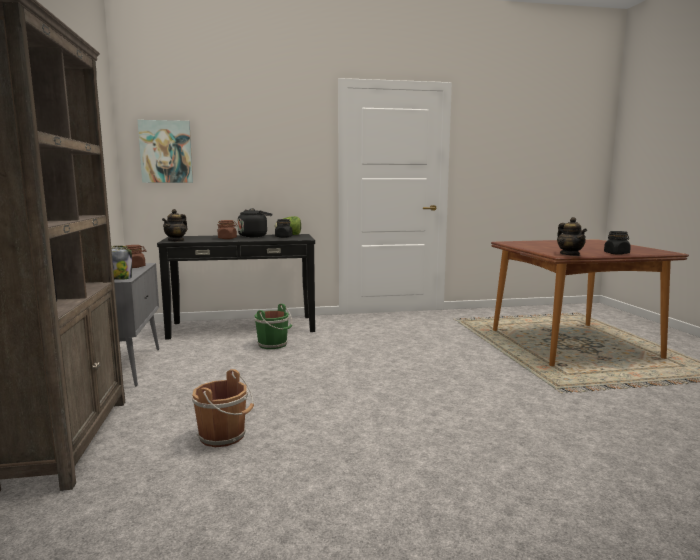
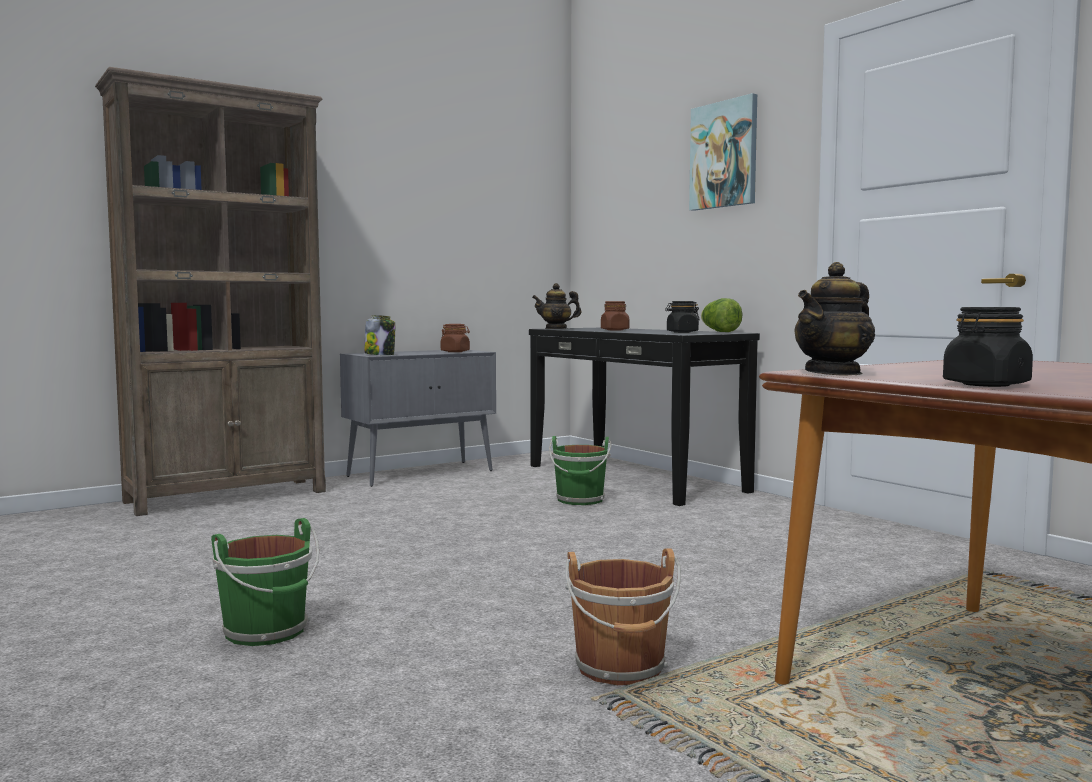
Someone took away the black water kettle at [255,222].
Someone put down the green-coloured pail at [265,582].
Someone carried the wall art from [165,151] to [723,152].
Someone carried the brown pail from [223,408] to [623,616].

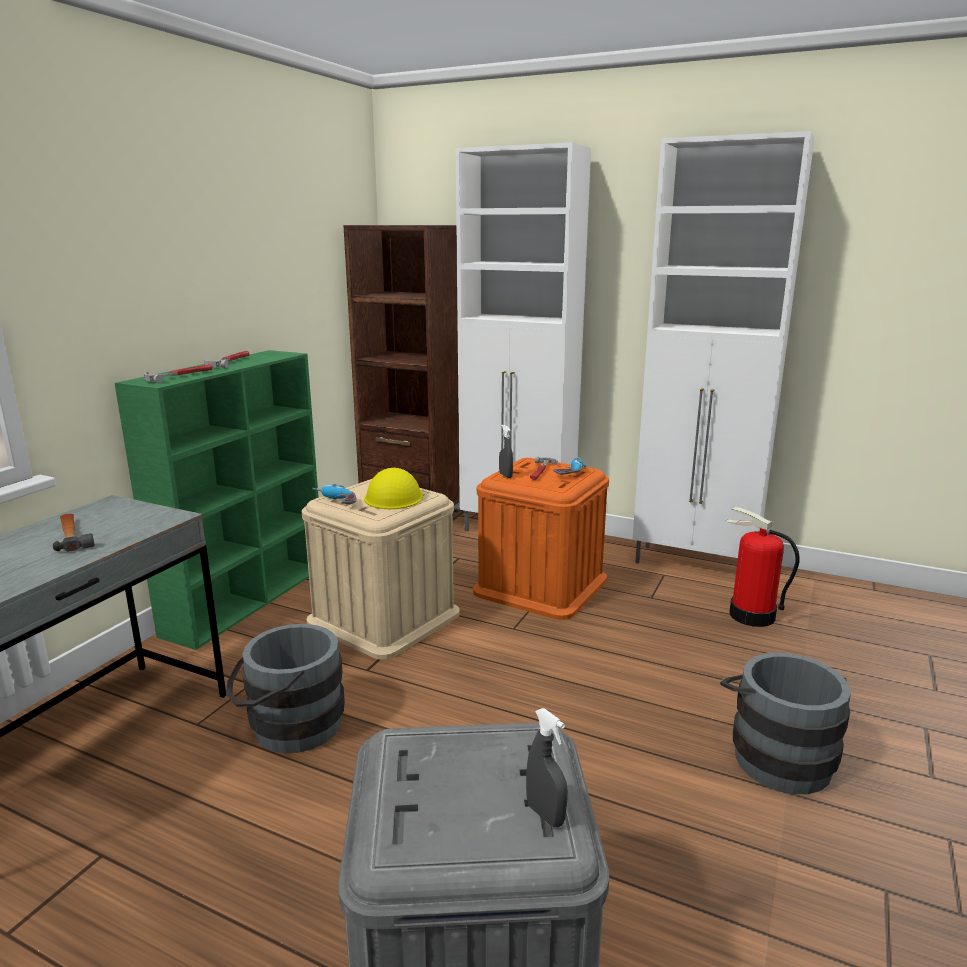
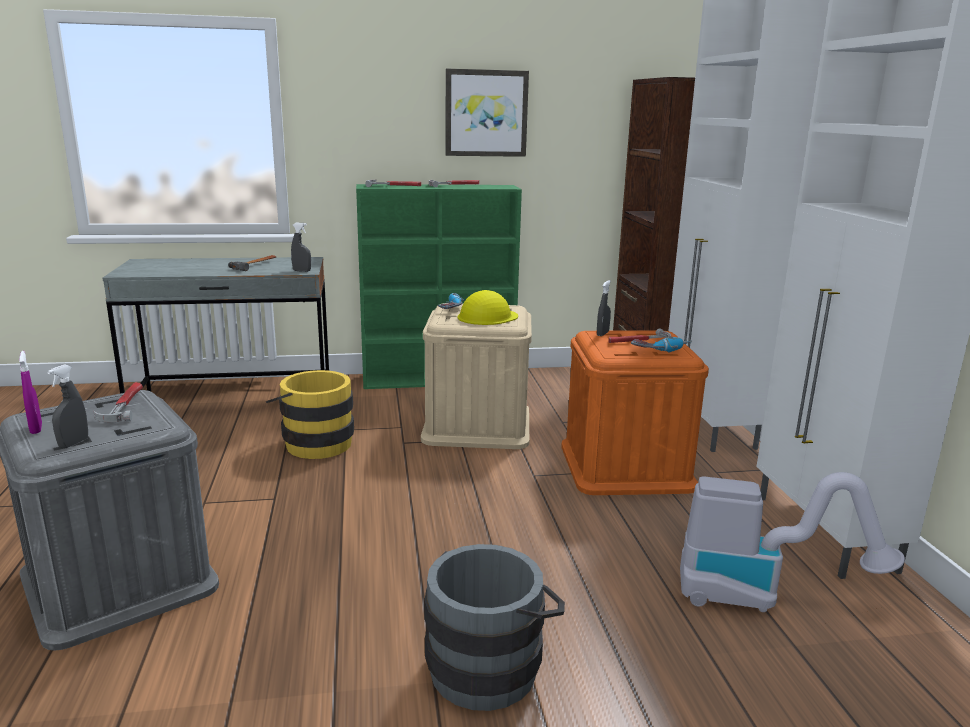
Someone put down the purple hand sprayer at [30,392].
Someone put down the hammer at [118,402].
Someone put down the gray hand sprayer at [301,247].
Someone put up the wall art at [487,113].
Someone swapped the fire extinguisher at [763,567] for the hoover at [792,542].
Someone repainted the gray pail at [285,688], which became the yellowish pail at [310,414].

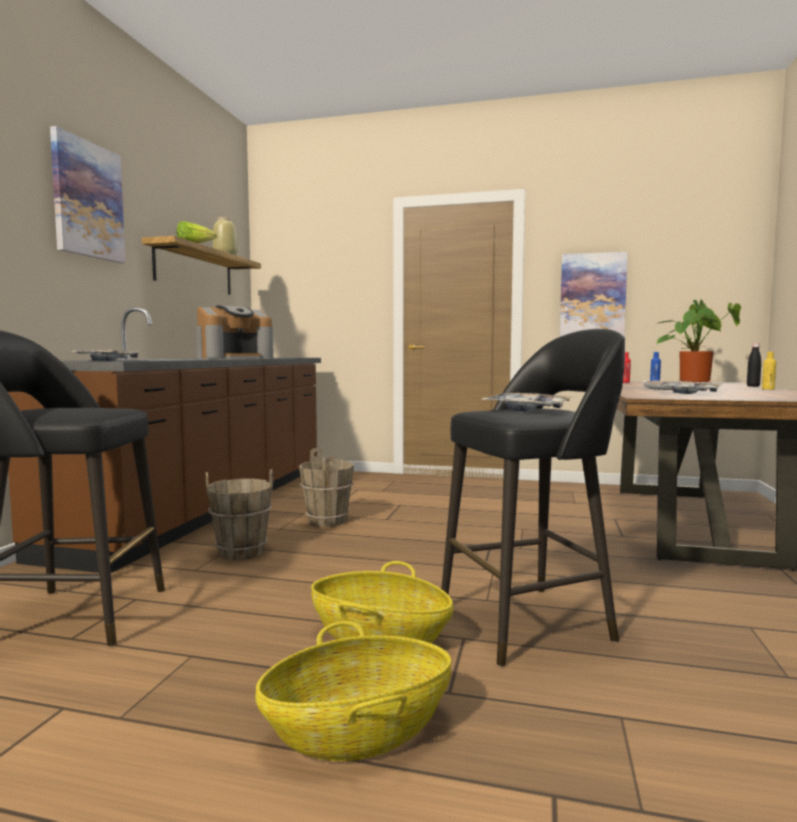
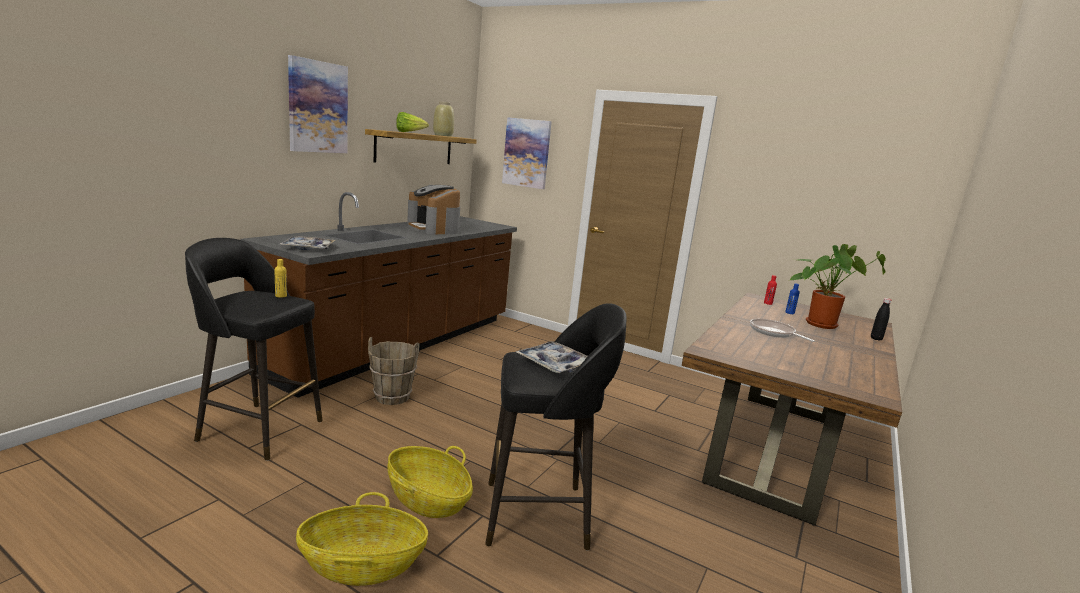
Someone took away the brown pail at [326,487].
Someone took away the serving tray at [688,388].
Someone carried the wall art from [594,294] to [527,153].
Someone carried the yellowish bottle from [769,371] to [281,278].
Someone rotated the coffee machine at [235,332] by 75 degrees clockwise.

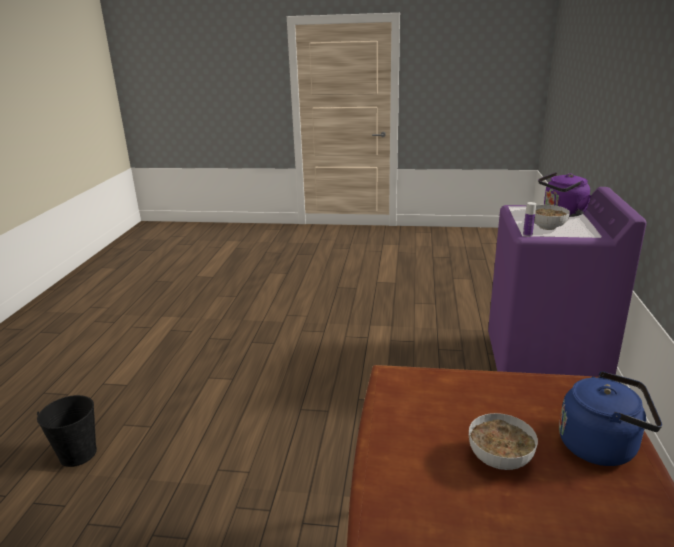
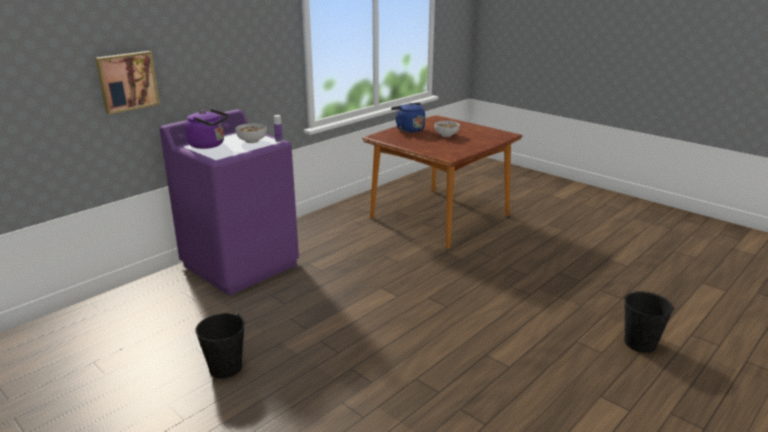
Someone put up the wall art at [127,82].
Someone put down the black pail at [220,345].

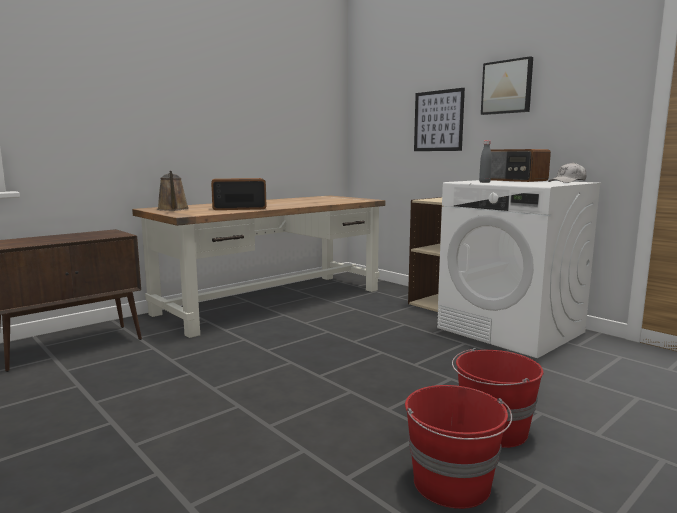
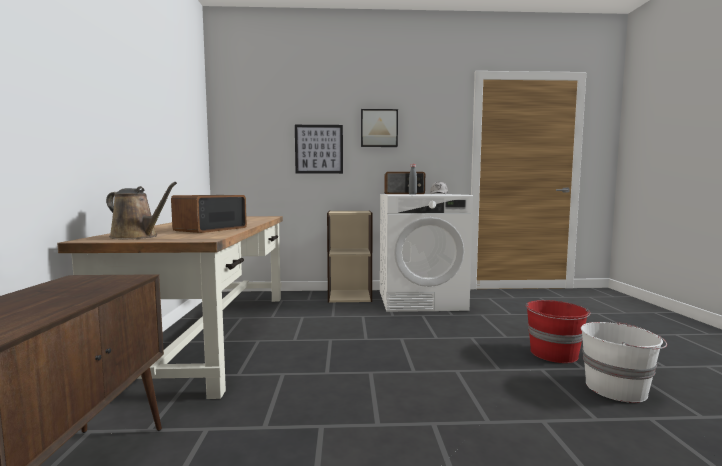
Someone repainted the red pail at [458,447], which became the white-coloured pail at [624,362].

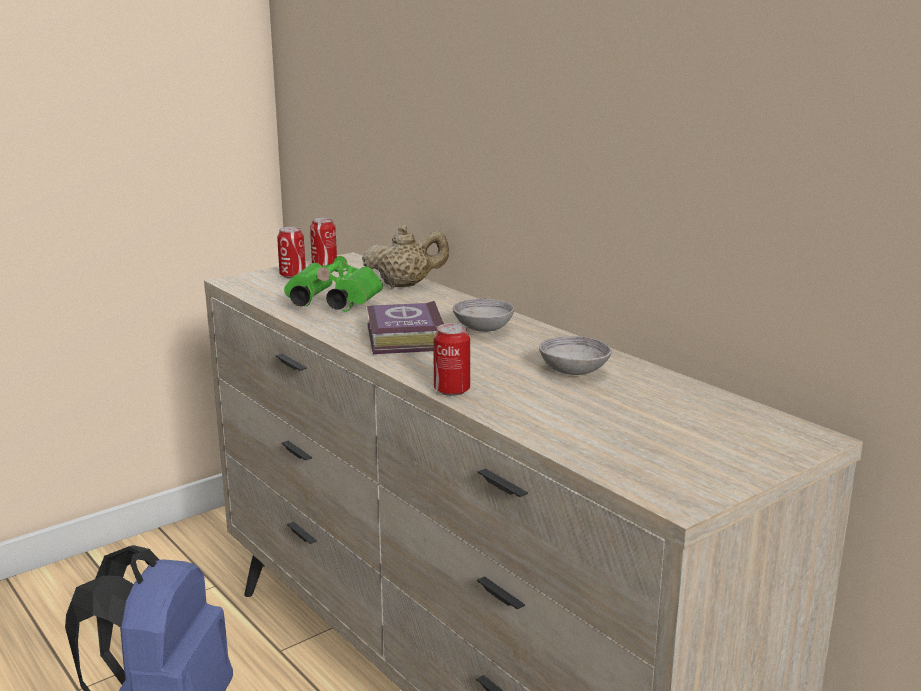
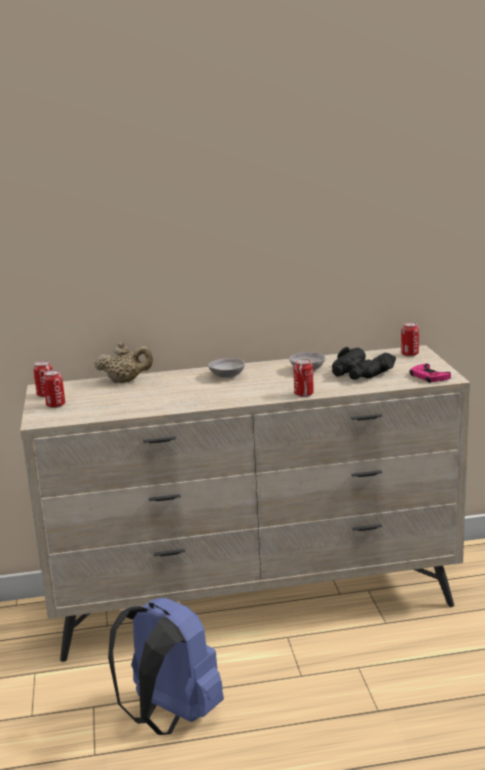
Someone took away the green-coloured binoculars at [333,284].
Someone took away the volume at [405,327].
Someone put down the black binoculars at [364,363].
Someone put down the sealed can at [410,339].
Someone put down the pink gamepad at [430,373].
Someone rotated the sand-coloured pot for tea at [405,256] by 75 degrees clockwise.

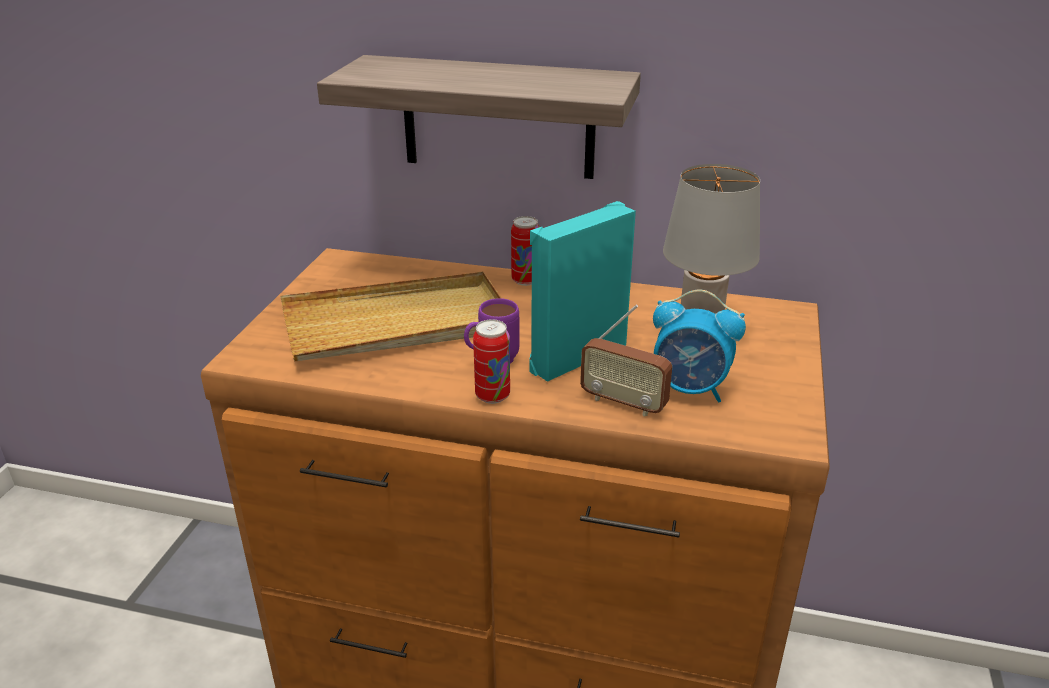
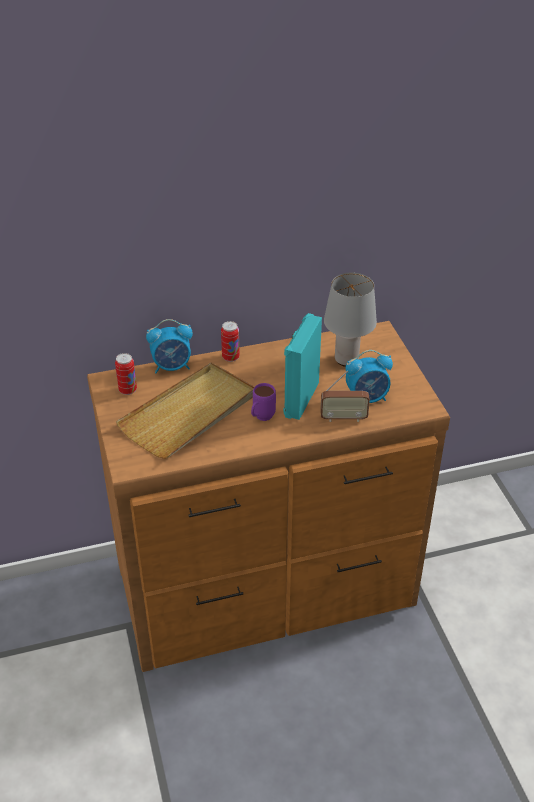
Someone took away the wall shelf at [479,117].
Someone put down the table clock at [169,346].
Someone carried the sealed can from [491,361] to [126,374].

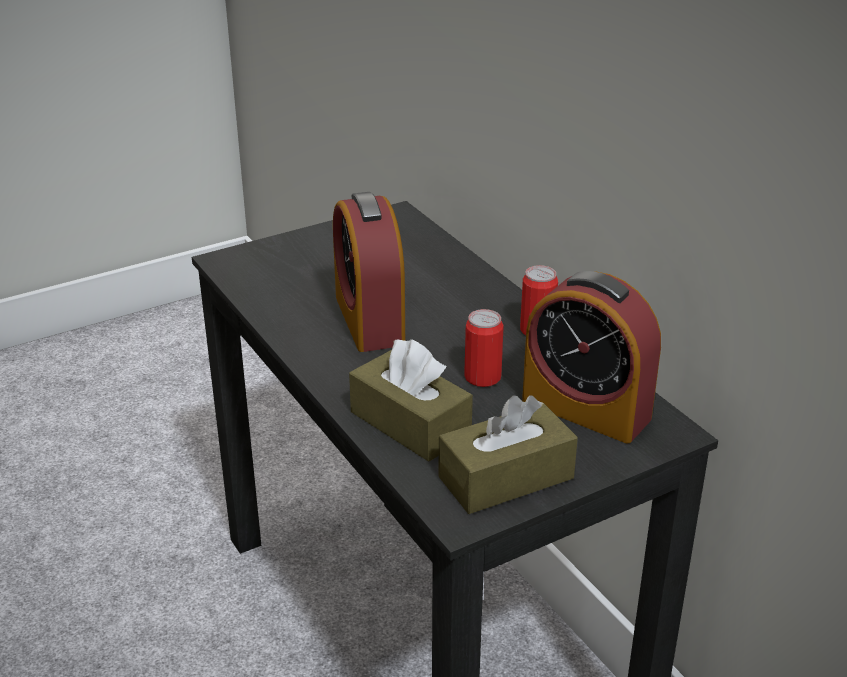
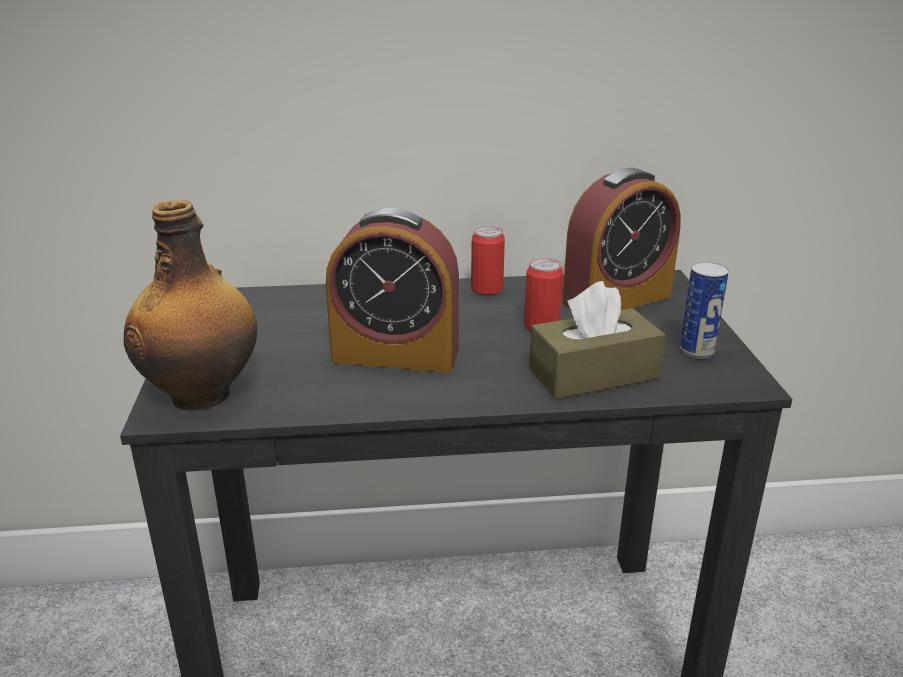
Someone put down the bottle at [190,305].
Someone swapped the brown tissue box at [508,454] for the sealed can at [704,310].

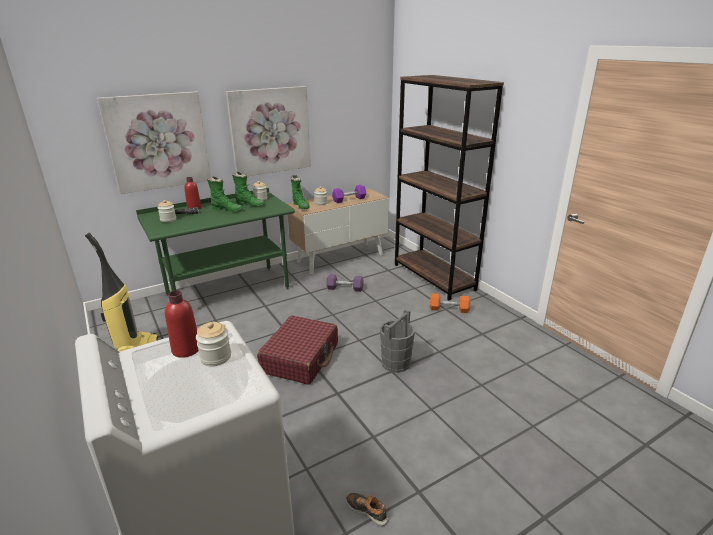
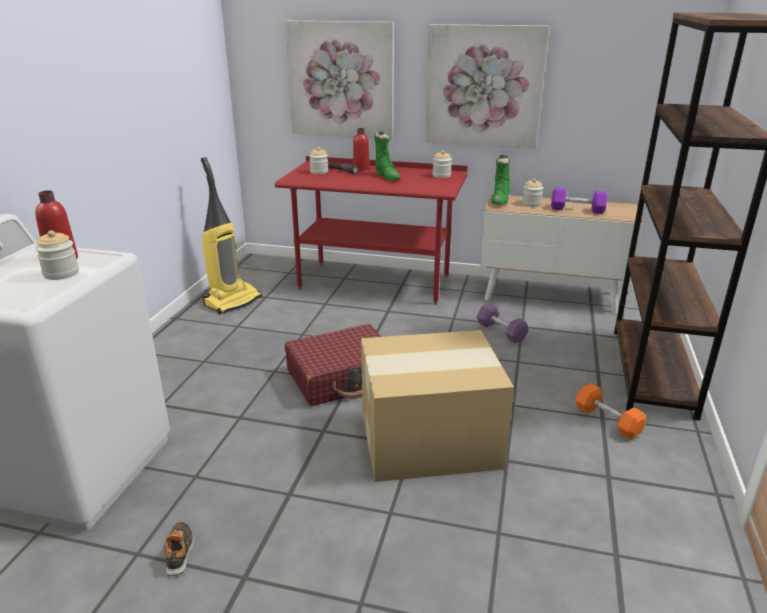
Someone took away the green-coloured high-top boot at [248,189].
Someone swapped the gray pail at [397,341] for the packing box at [437,406].
Someone repainted the green-coloured desk at [215,242], which became the red desk at [371,230].

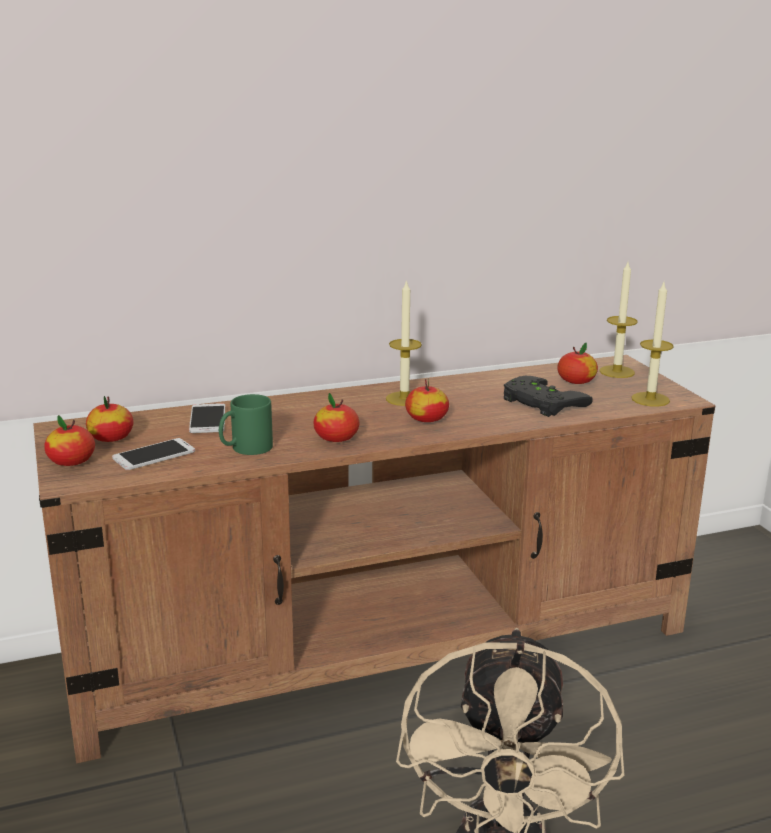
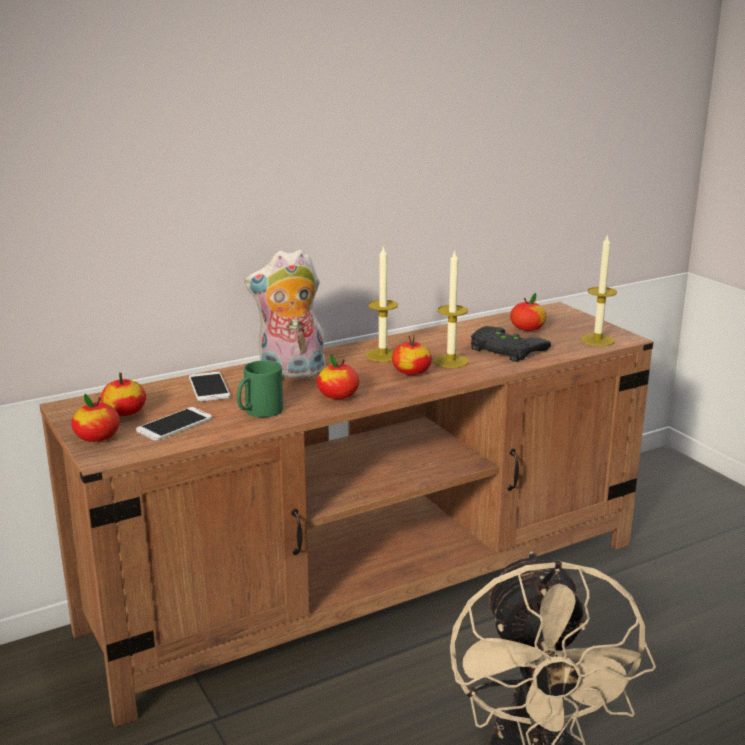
Someone put down the soft toy at [285,314].
Someone carried the wax candle from [618,320] to [451,309].

